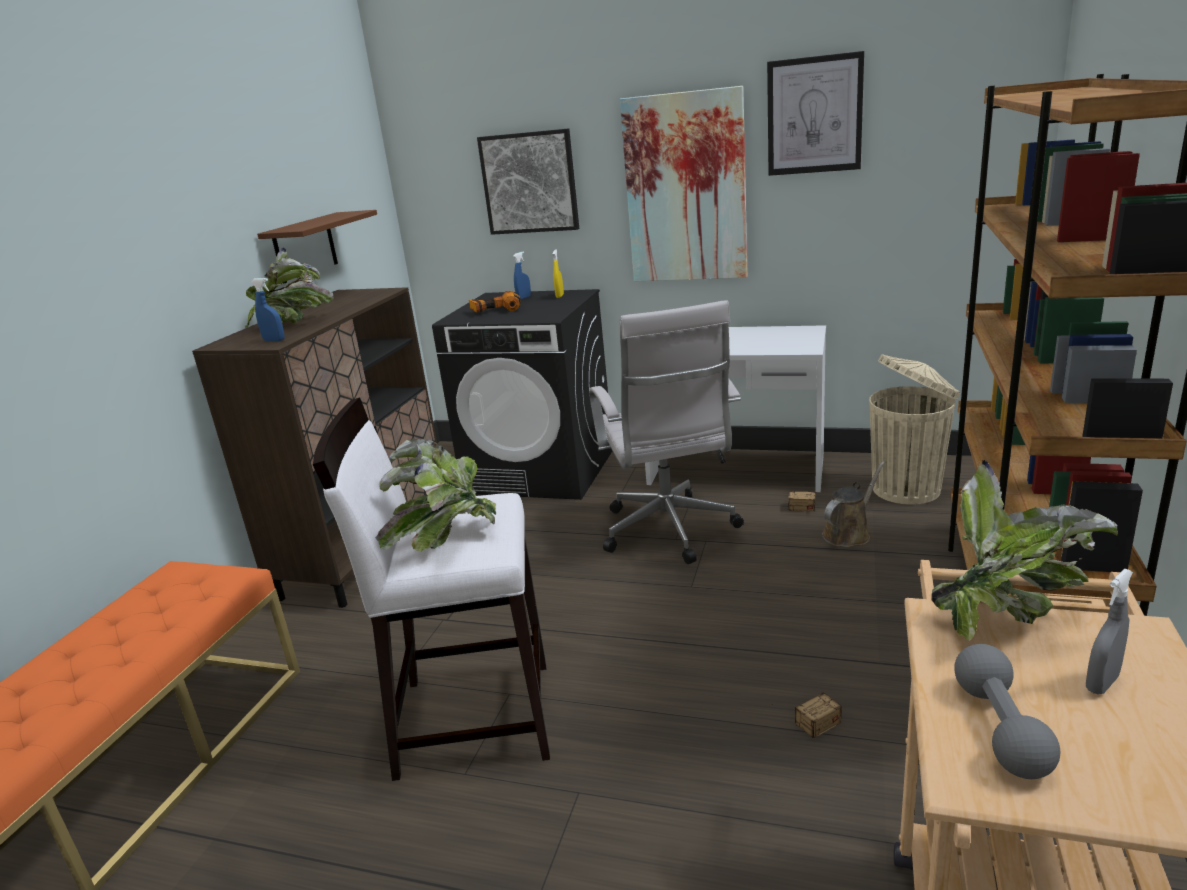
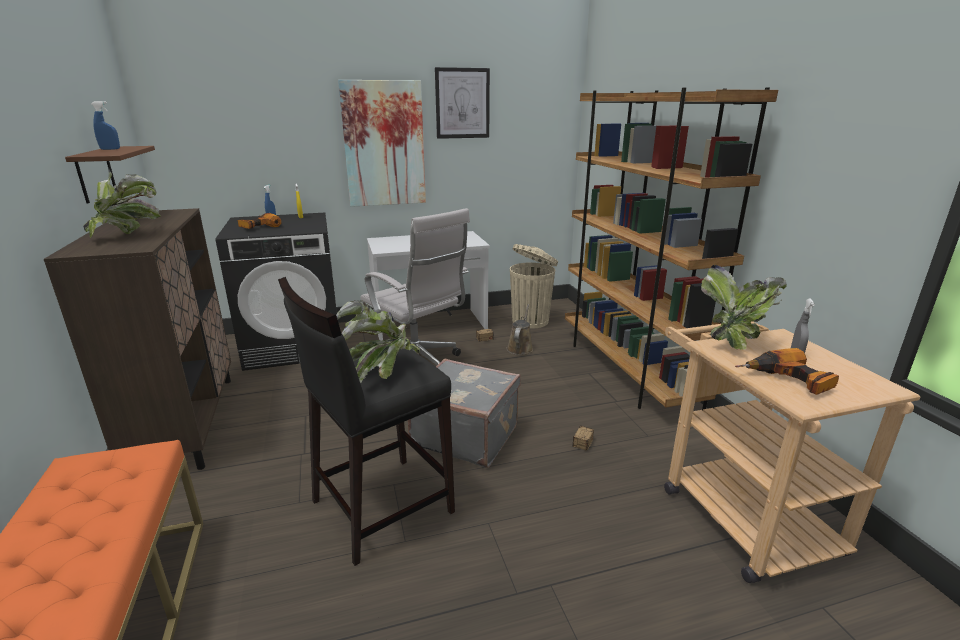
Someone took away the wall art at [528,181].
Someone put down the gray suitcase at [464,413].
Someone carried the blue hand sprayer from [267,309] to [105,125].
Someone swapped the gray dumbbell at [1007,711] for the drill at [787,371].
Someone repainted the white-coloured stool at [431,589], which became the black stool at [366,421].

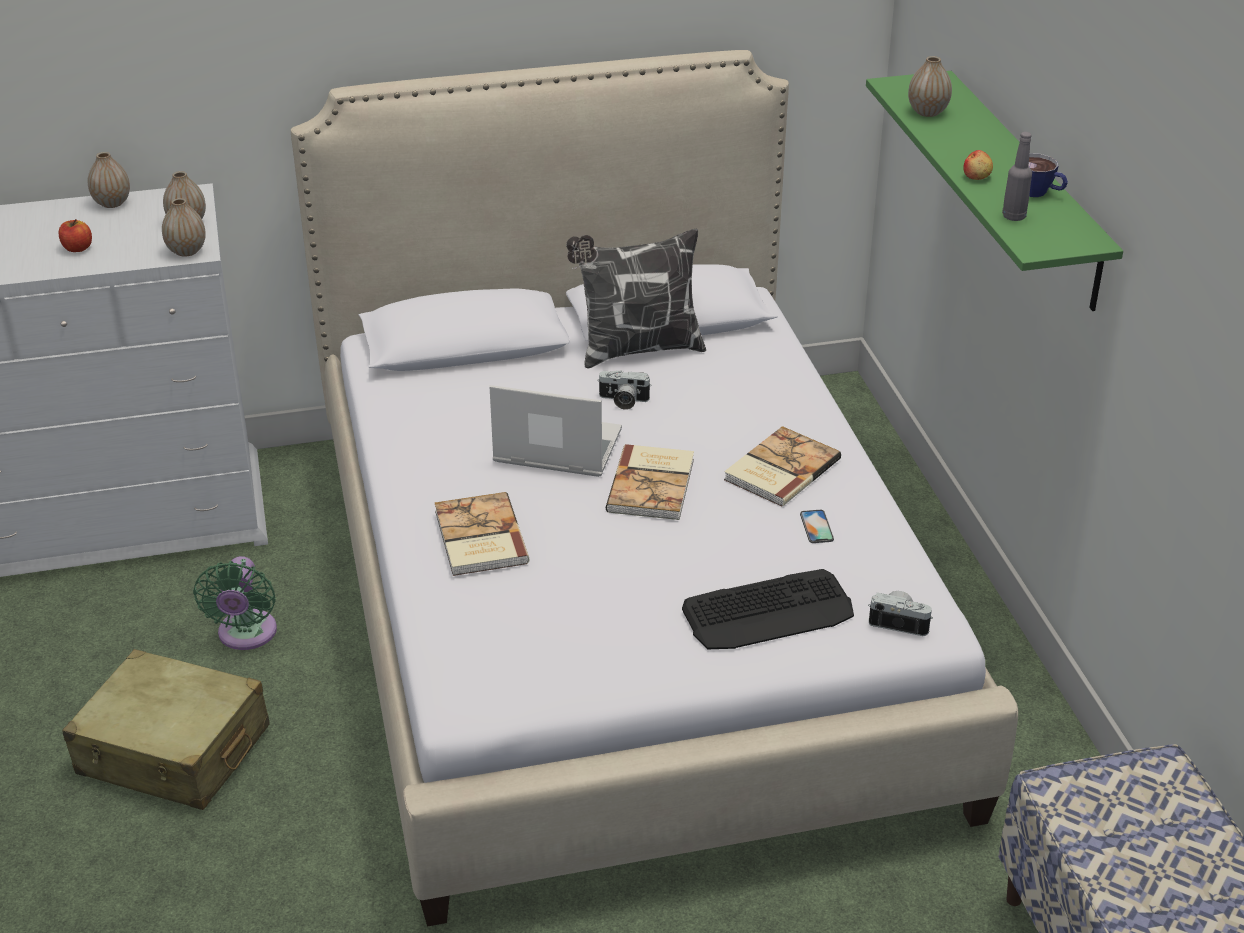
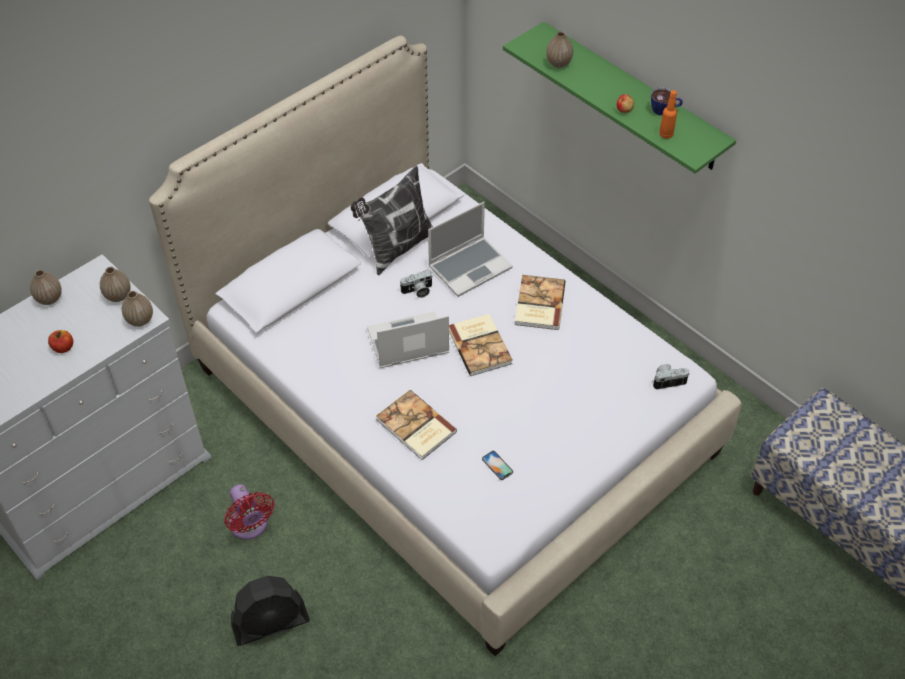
Someone took away the computer keyboard at [768,609].
Someone put down the notebook computer at [470,249].
Someone carried the handset from [817,526] to [497,465].
Someone swapped the sand-coloured suitcase at [166,729] for the black fan at [270,611].
Someone repainted the green-coloured fan at [235,603], which became the red fan at [249,512].
Someone repainted the gray bottle at [1017,176], which became the orange bottle at [668,114].

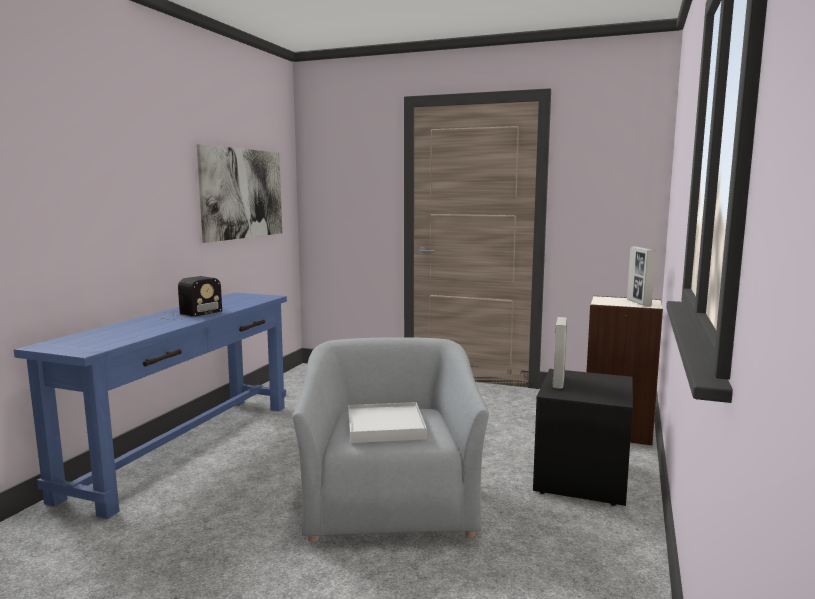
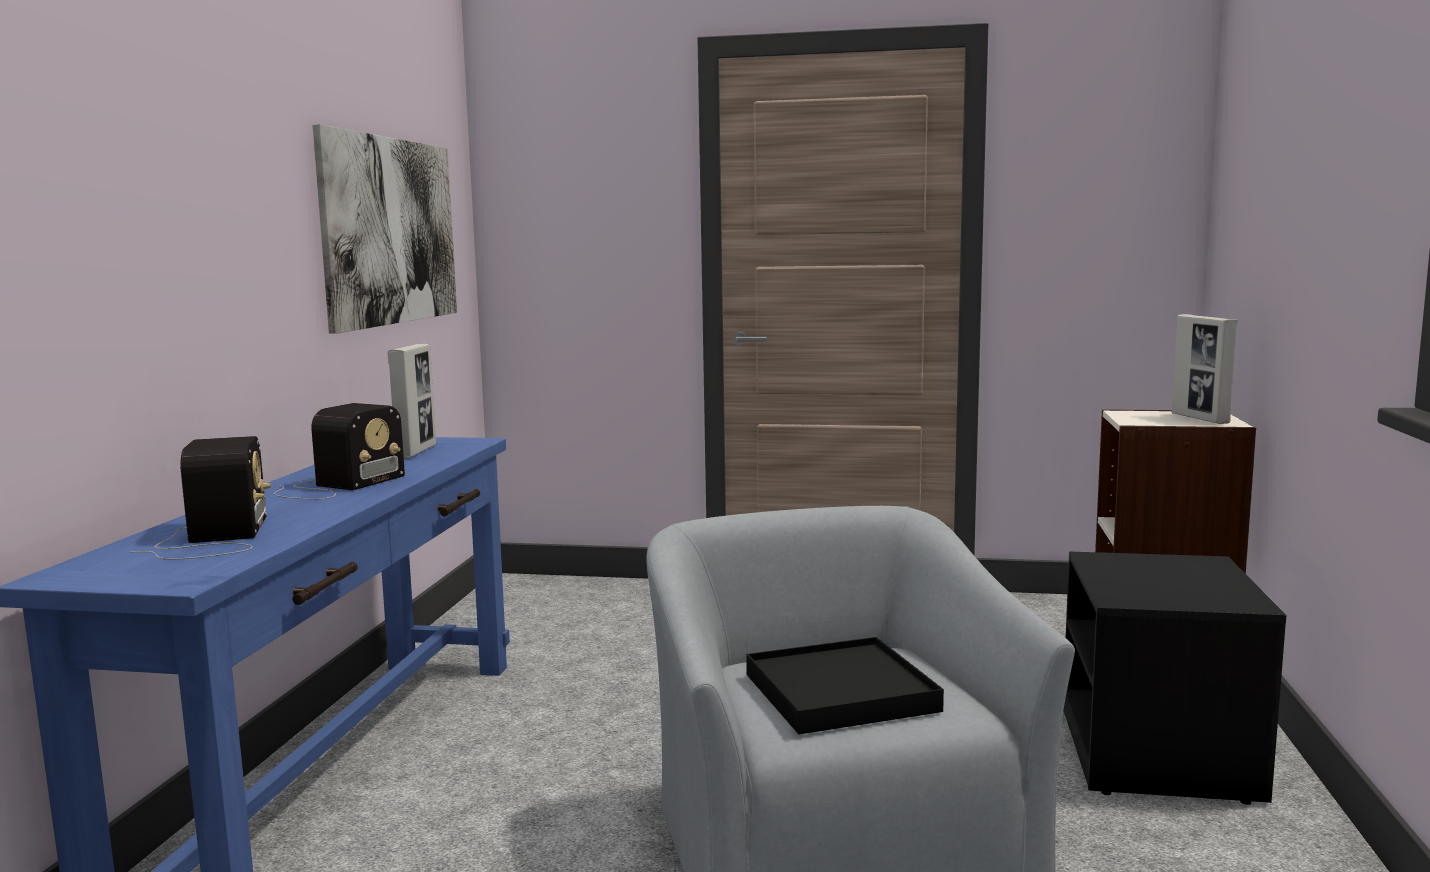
Someone put down the radio receiver at [200,498].
Someone carried the photo frame from [559,353] to [412,401].
Someone repainted the white-coloured serving tray at [387,422], which became the black serving tray at [845,685].

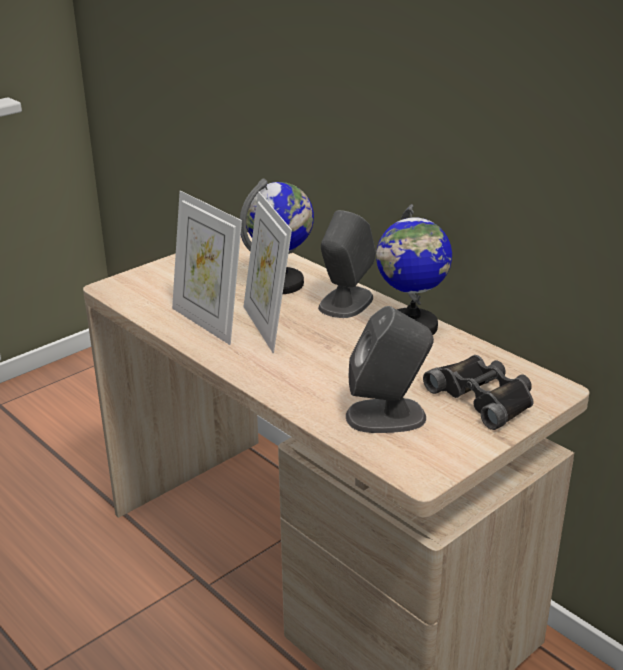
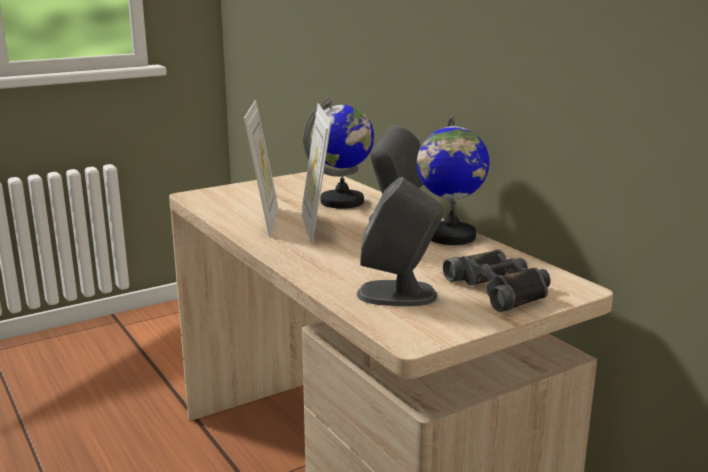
Someone rotated the photo frame at [207,268] by 150 degrees counterclockwise.

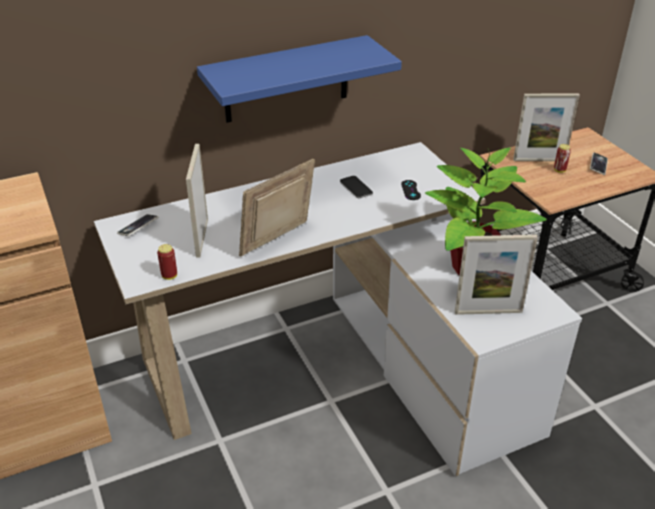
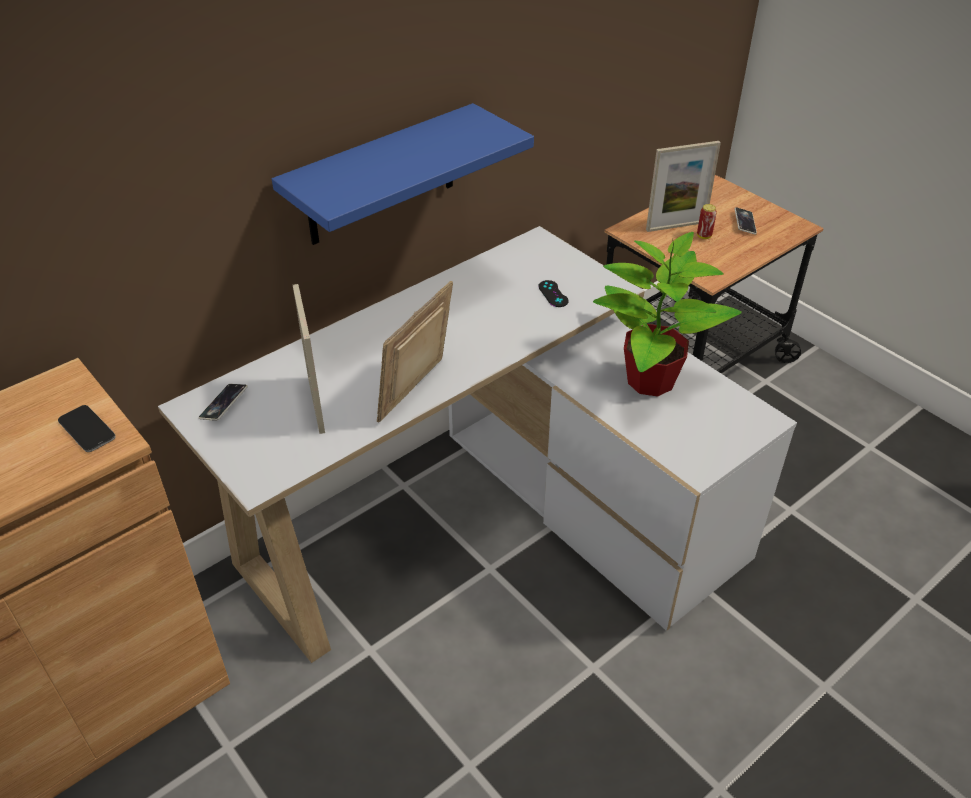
Someone took away the sealed can at [167,262].
Someone took away the photo frame at [496,275].
Someone carried the handset from [356,187] to [87,428].

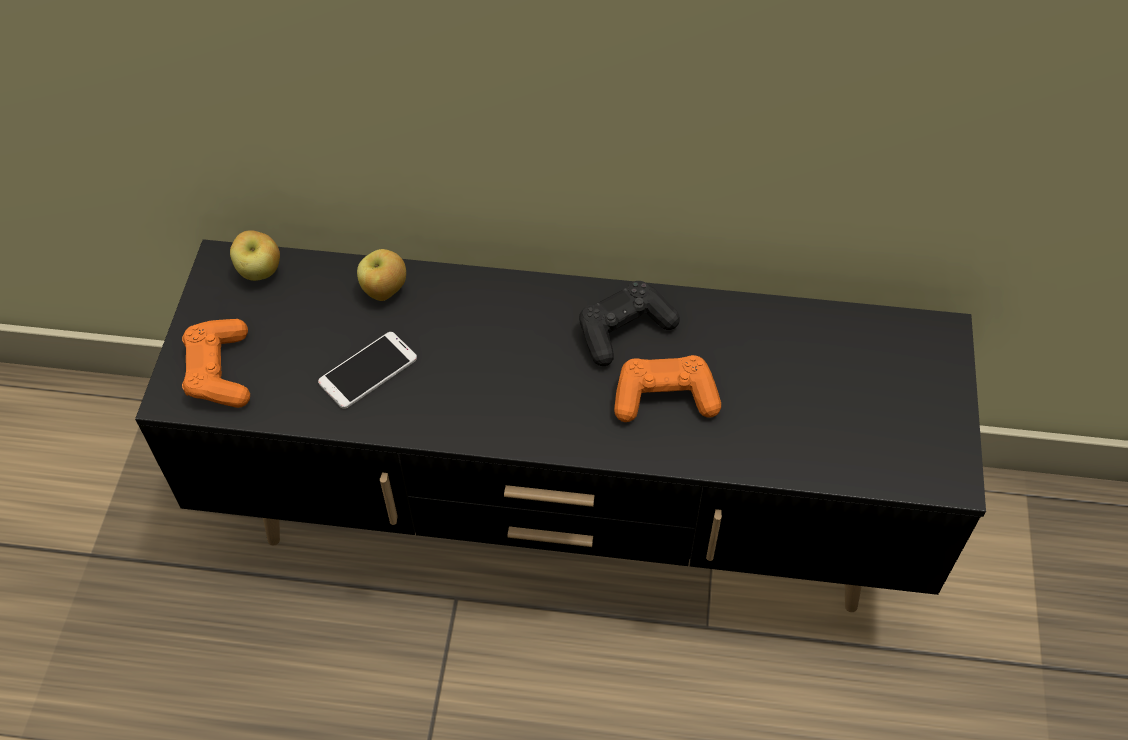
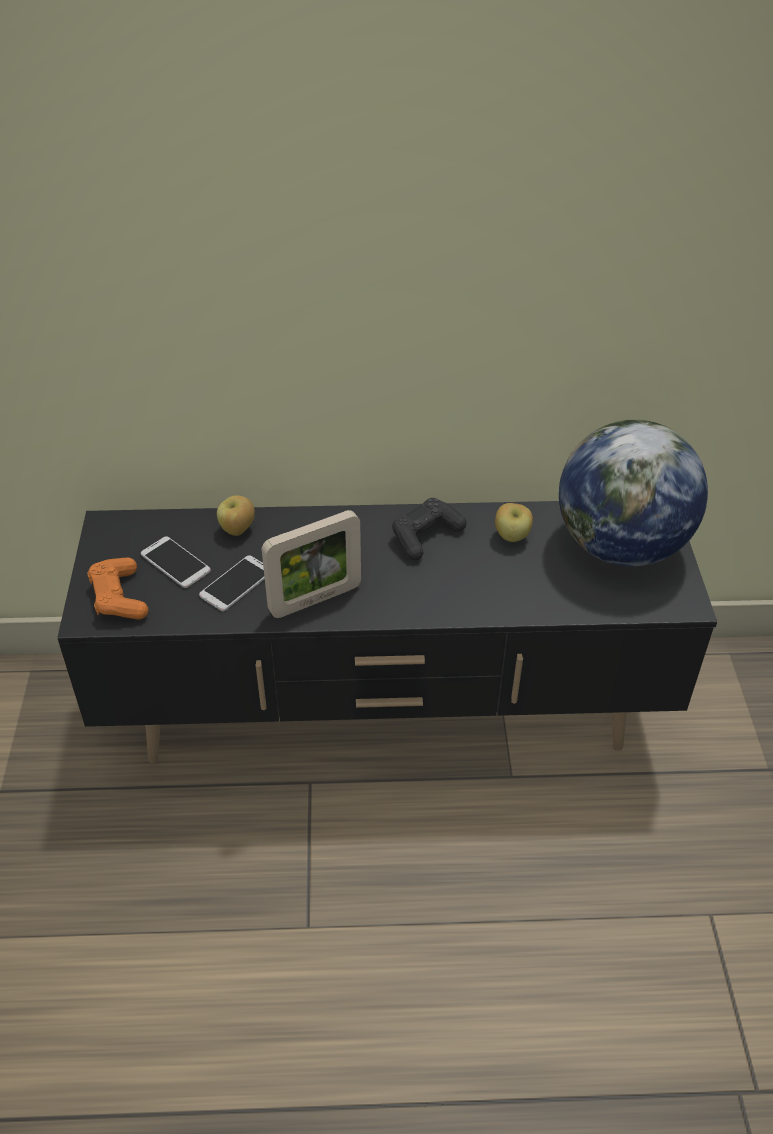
Someone took away the orange gamepad at [667,388].
Someone put down the handset at [176,562].
Someone put down the photo frame at [311,564].
Someone put down the world globe at [633,492].
Someone carried the apple fruit from [255,255] to [514,522].

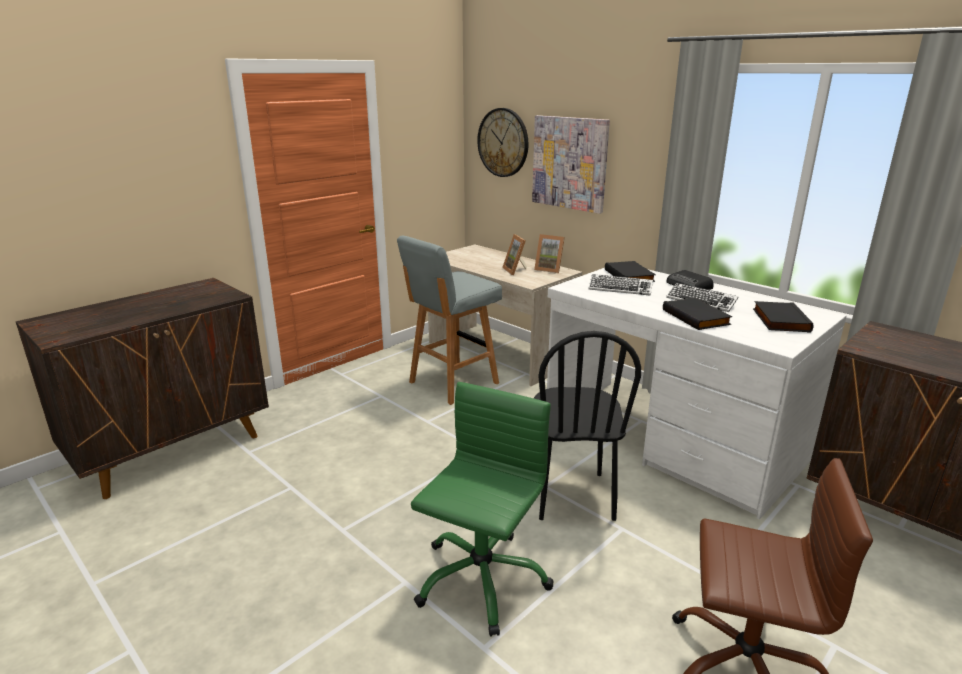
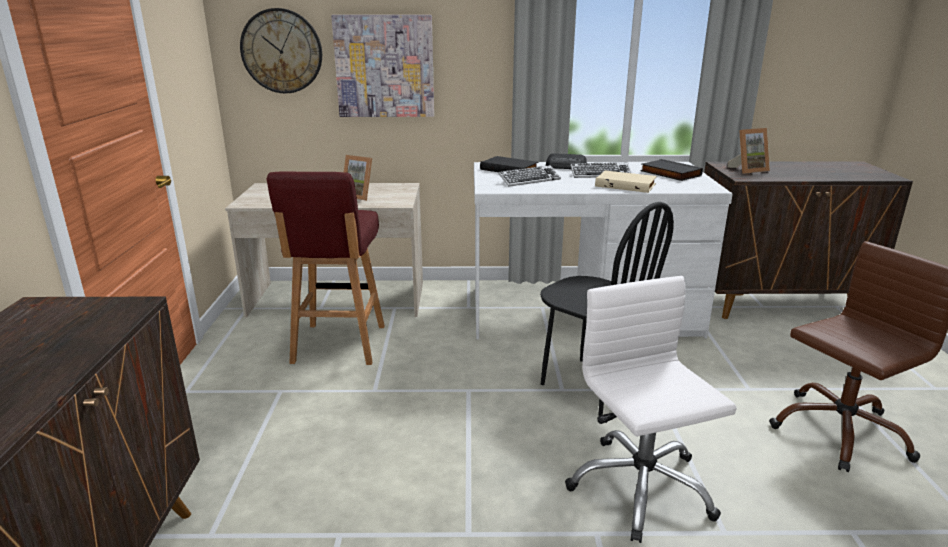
Someone carried the photo frame from [549,253] to [749,151].
Someone repainted the gray stool at [449,320], which became the red stool at [326,268].
Someone repainted the green-coloured office chair at [482,509], which became the white-coloured office chair at [651,409].
Someone repainted the black volume at [697,314], which became the sand-coloured volume at [626,182].

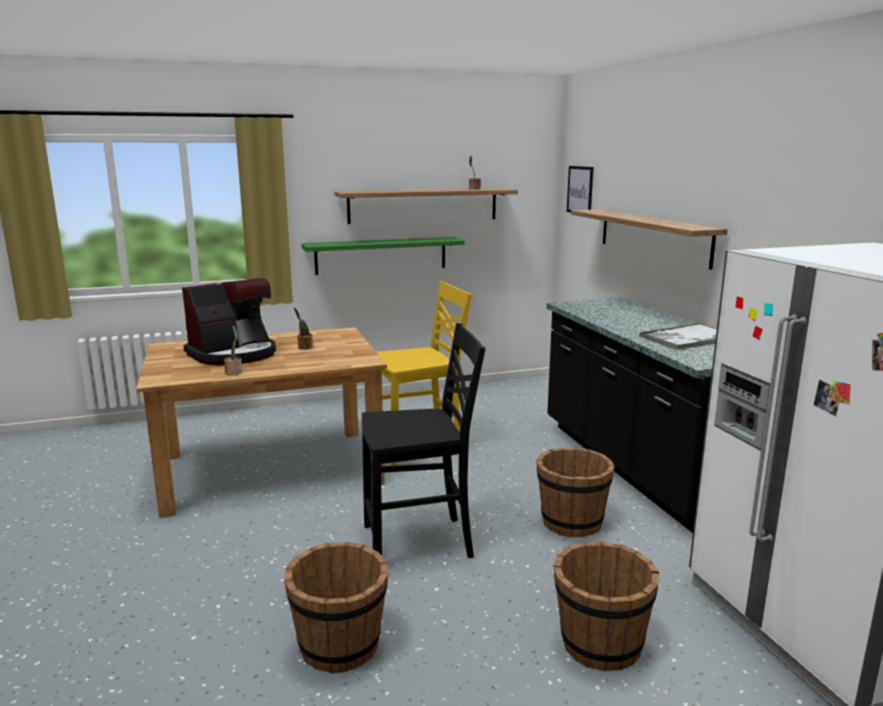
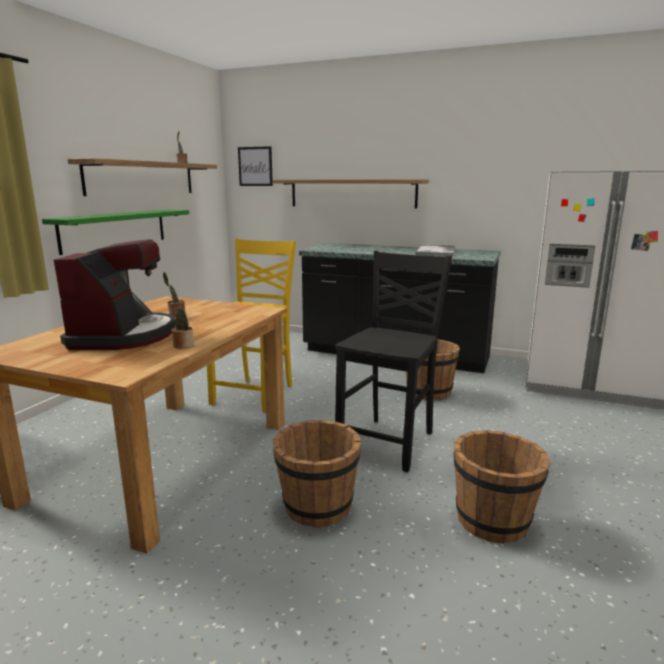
Someone carried the brown pail from [606,606] to [317,474].

